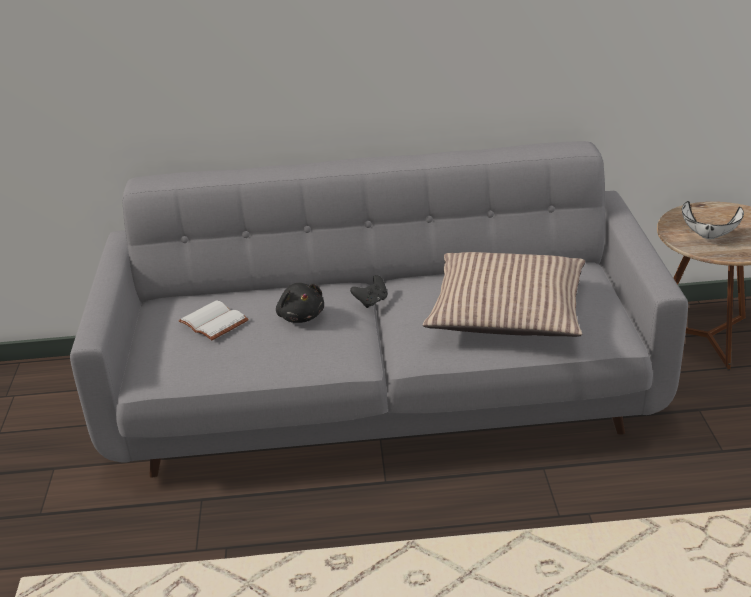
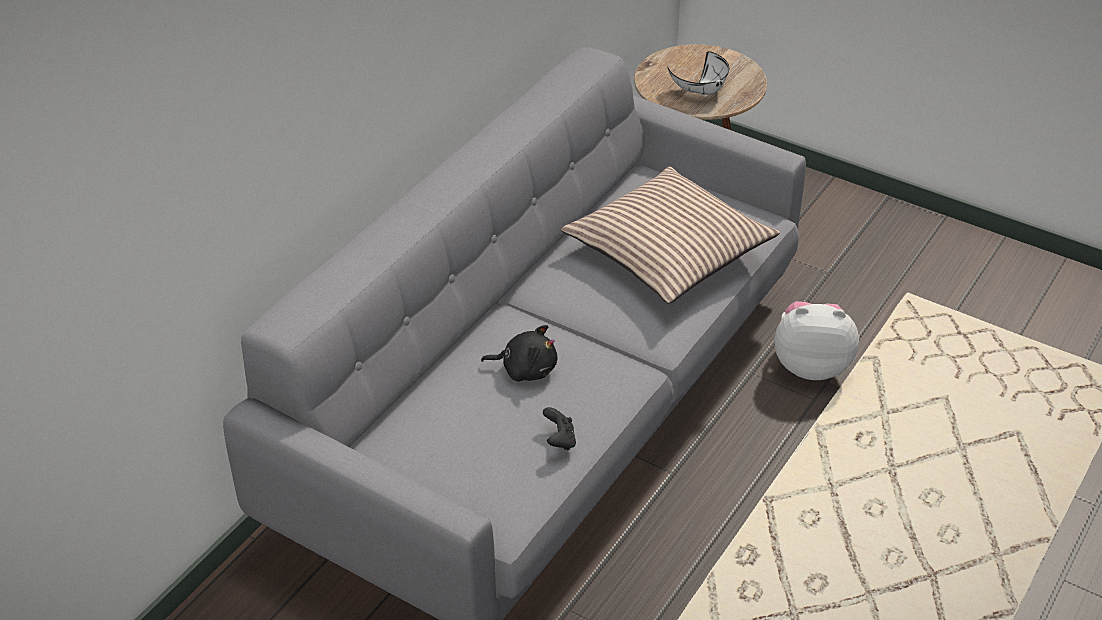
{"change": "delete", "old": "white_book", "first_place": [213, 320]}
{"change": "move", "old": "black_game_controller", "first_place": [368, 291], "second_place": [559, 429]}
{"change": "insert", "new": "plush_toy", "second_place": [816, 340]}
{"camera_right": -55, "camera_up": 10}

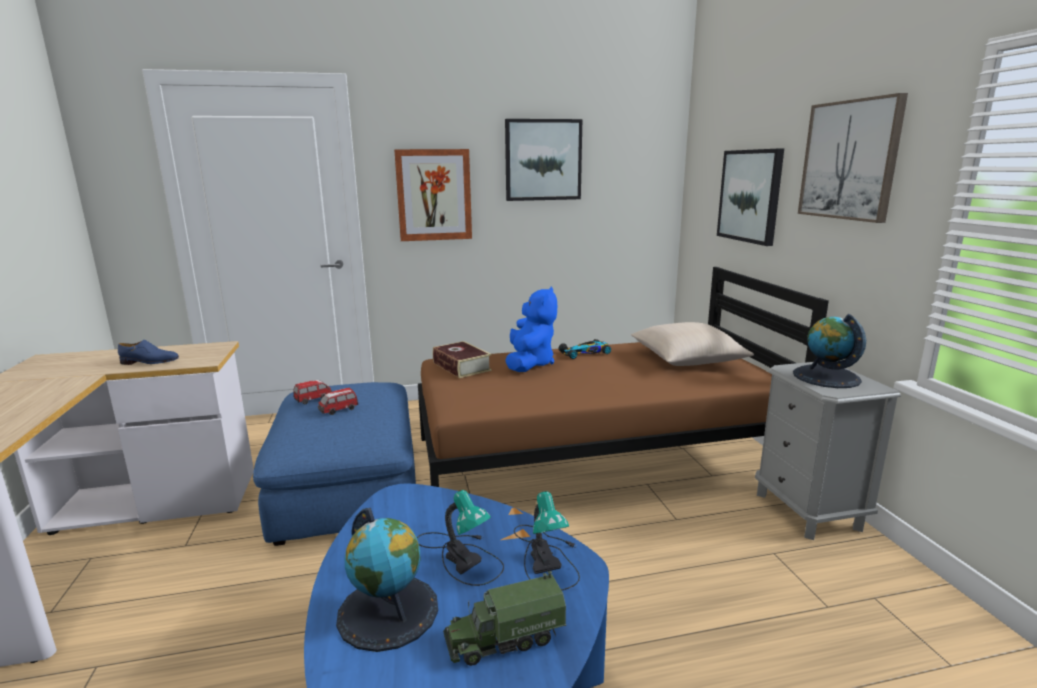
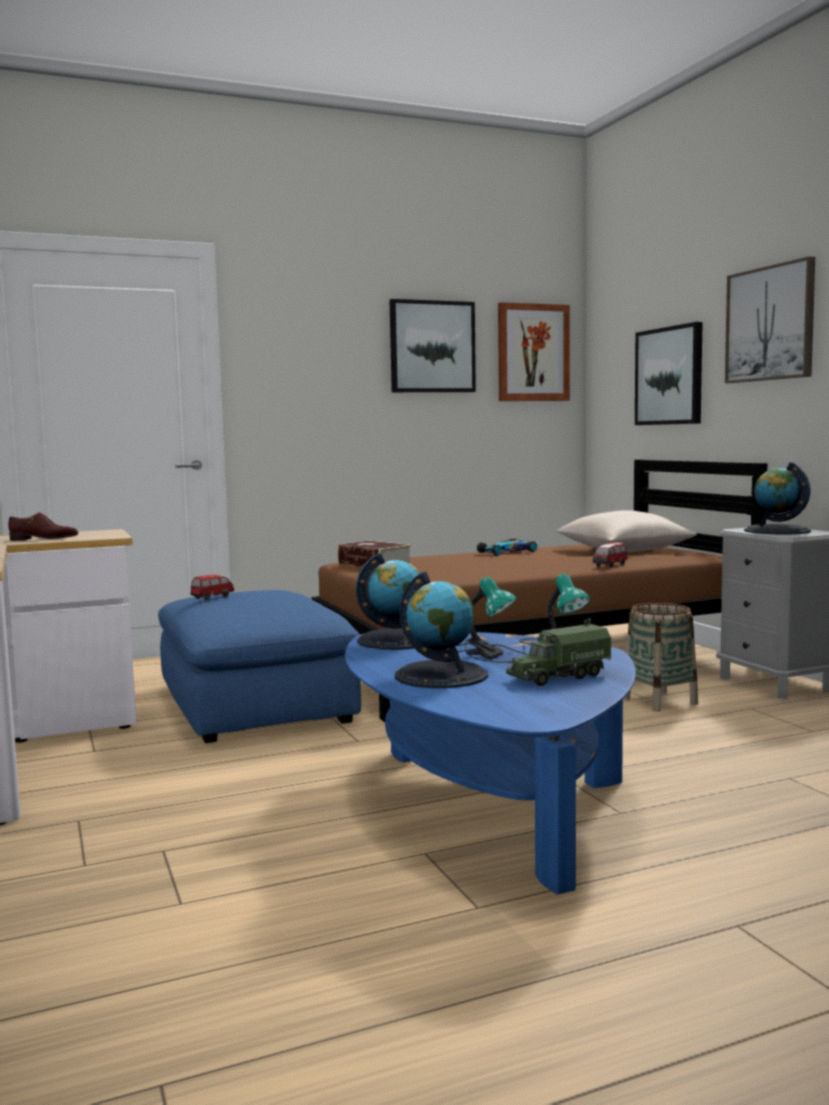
{"change": "recolor", "old": "blue_shoe", "new": "brown_shoe", "first_place": [148, 352], "second_place": [43, 526]}
{"change": "move", "old": "toy_car", "first_place": [338, 401], "second_place": [609, 554]}
{"change": "move", "old": "picture", "first_place": [433, 195], "second_place": [534, 351]}
{"change": "delete", "old": "blue_plush_toy", "first_place": [531, 329]}
{"change": "insert", "new": "globe", "second_place": [388, 601]}
{"change": "insert", "new": "basket", "second_place": [661, 657]}
{"camera_right": -10, "camera_up": -10}

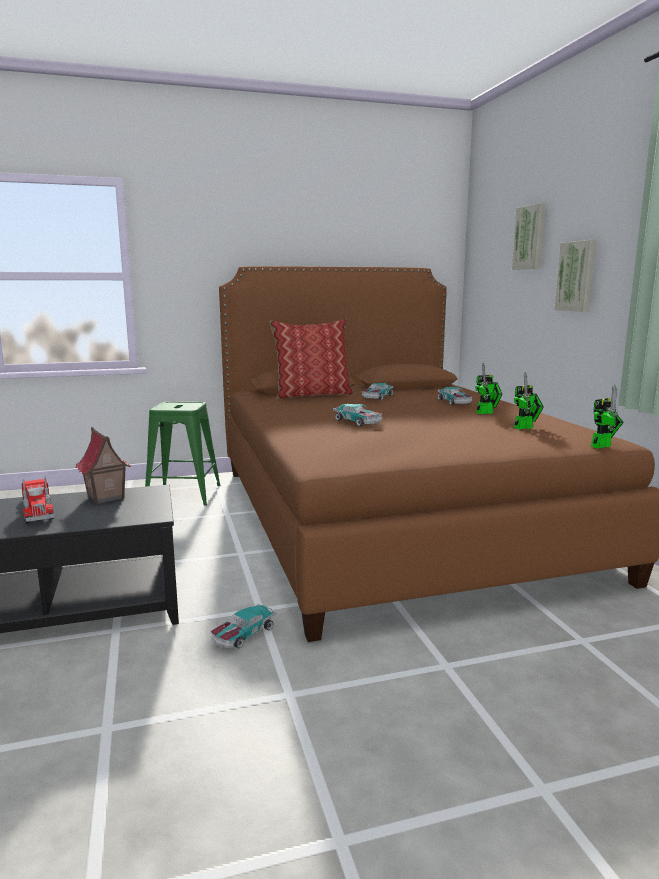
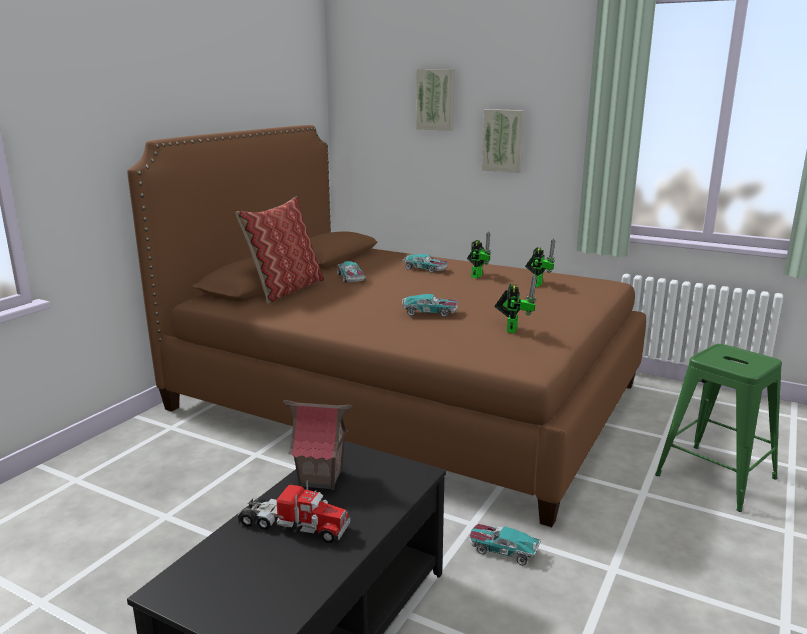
{"change": "move", "old": "green_stool", "first_place": [183, 454], "second_place": [718, 428]}
{"change": "rotate", "old": "toy_car", "first_place": [243, 626], "second_place": [505, 544], "degrees": 120}
{"change": "move", "old": "toy_robot", "first_place": [607, 417], "second_place": [516, 304]}
{"camera_right": -45, "camera_up": 5}

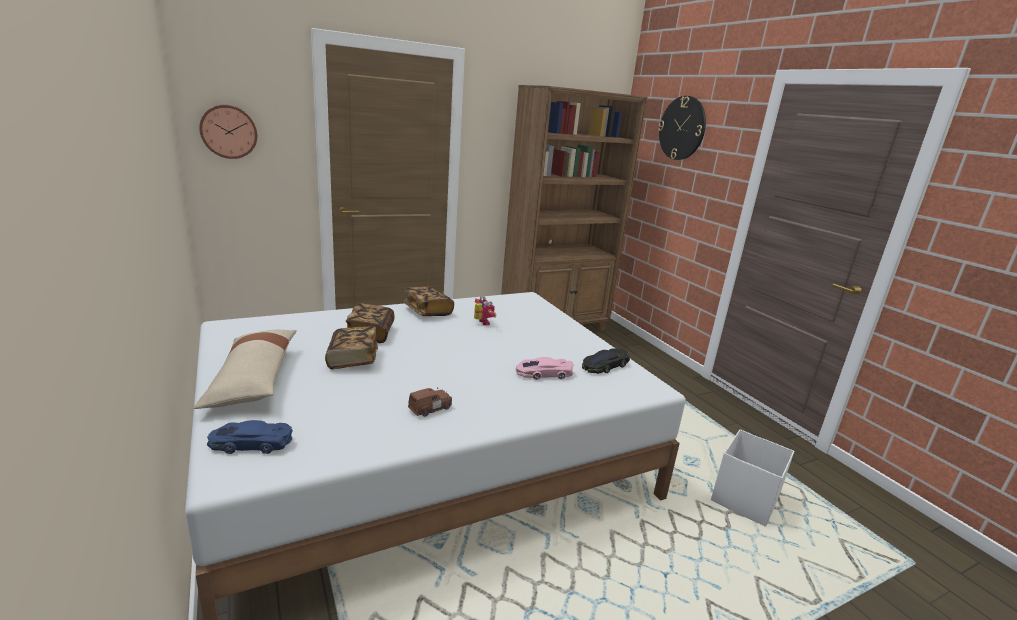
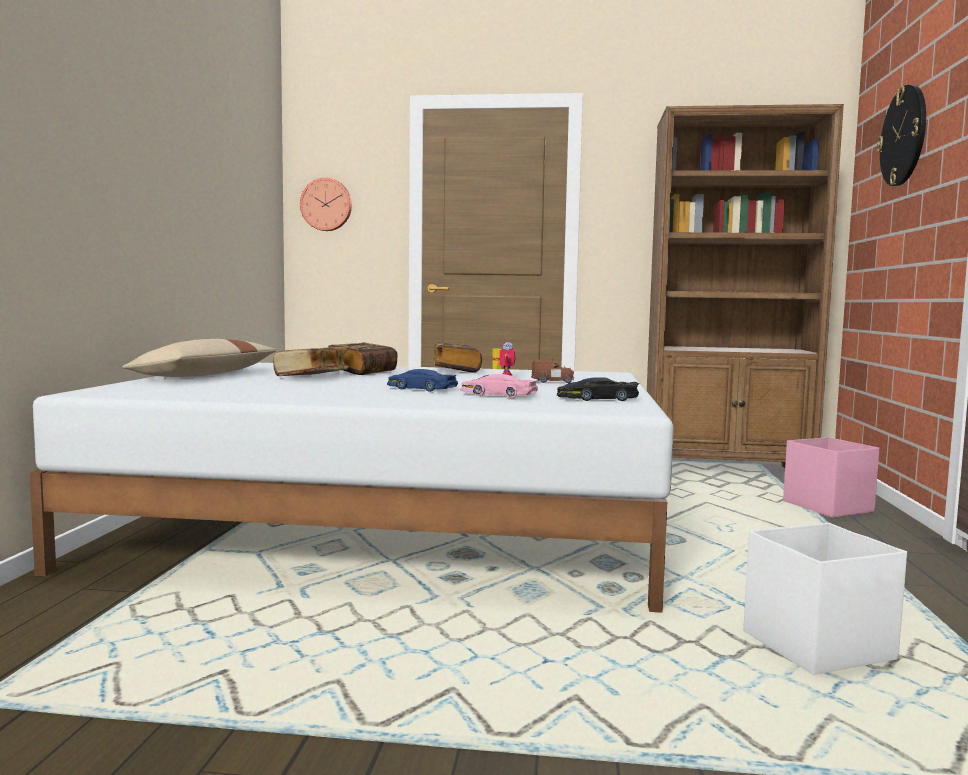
{"change": "move", "old": "blue_toy_car", "first_place": [250, 437], "second_place": [422, 380]}
{"change": "move", "old": "brown_toy_car", "first_place": [430, 402], "second_place": [552, 370]}
{"change": "insert", "new": "pink_storage_box", "second_place": [831, 477]}
{"camera_right": 35, "camera_up": -15}

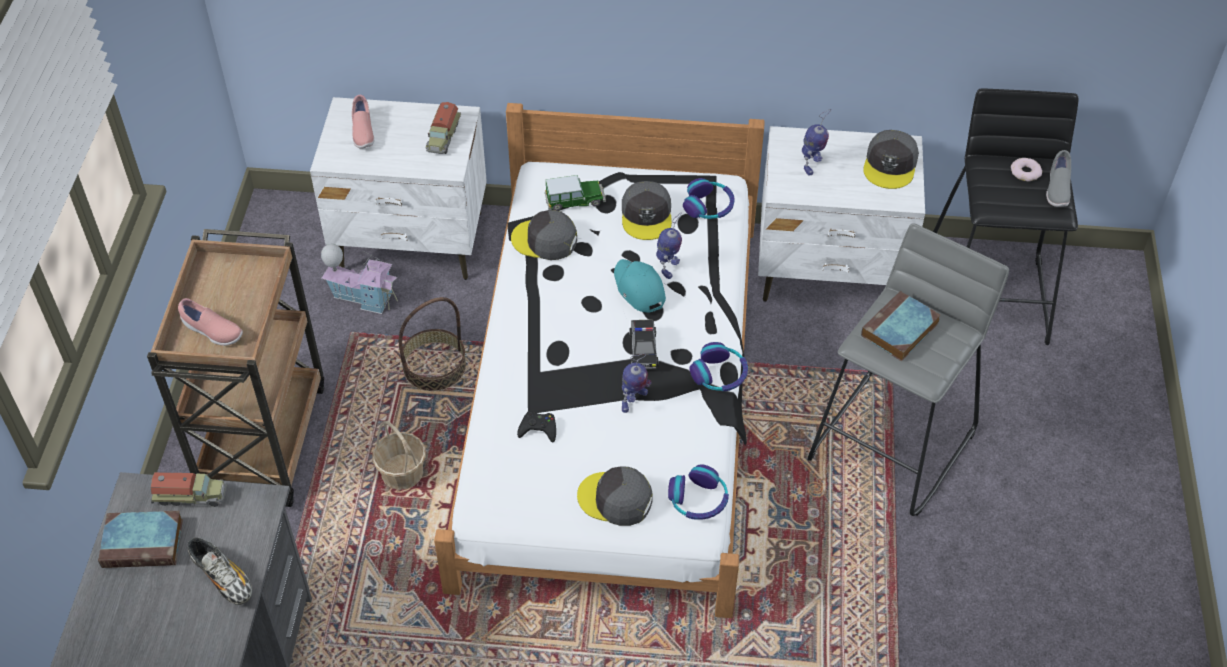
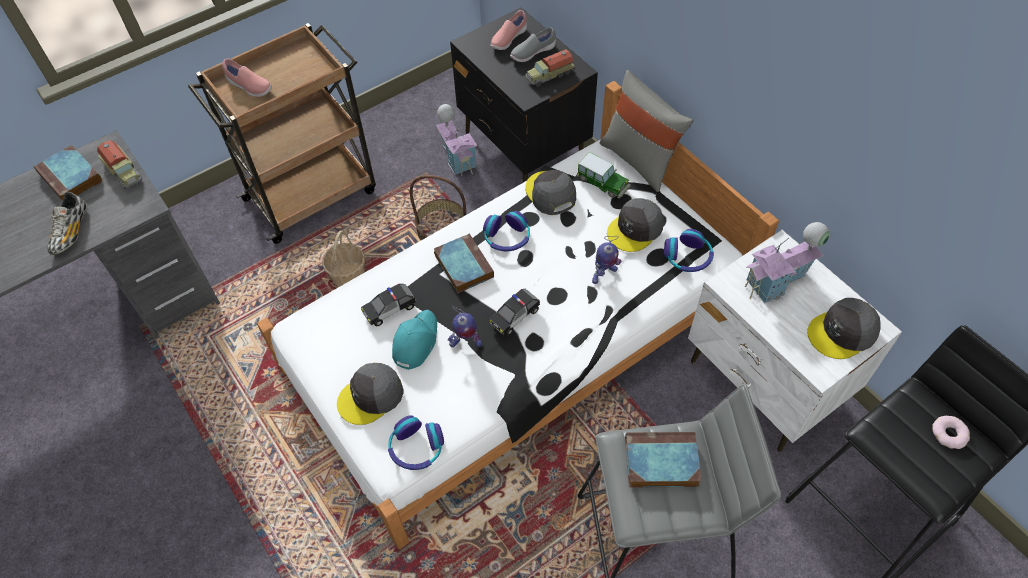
{"change": "rotate", "old": "pink_shoe", "first_place": [210, 322], "second_place": [247, 78], "degrees": -45}
{"change": "recolor", "old": "white_nightstand", "new": "black_nightstand", "first_place": [398, 188], "second_place": [524, 95]}
{"change": "replace", "old": "black_game_controller", "new": "toy_car", "first_place": [536, 427], "second_place": [388, 305]}
{"change": "rotate", "old": "grey_cap", "first_place": [615, 496], "second_place": [370, 394], "degrees": -105}
{"change": "move", "old": "turquoise_cap", "first_place": [640, 286], "second_place": [414, 340]}
{"change": "move", "old": "headphones", "first_place": [718, 366], "second_place": [506, 231]}
{"change": "replace", "old": "toy_robot", "new": "toy_house", "first_place": [816, 142], "second_place": [787, 262]}
{"change": "move", "old": "grey_shoe", "first_place": [1058, 178], "second_place": [533, 44]}
{"change": "insert", "new": "book", "second_place": [464, 263]}
{"change": "insert", "new": "grey_pillow", "second_place": [647, 131]}
{"camera_right": 50, "camera_up": 5}

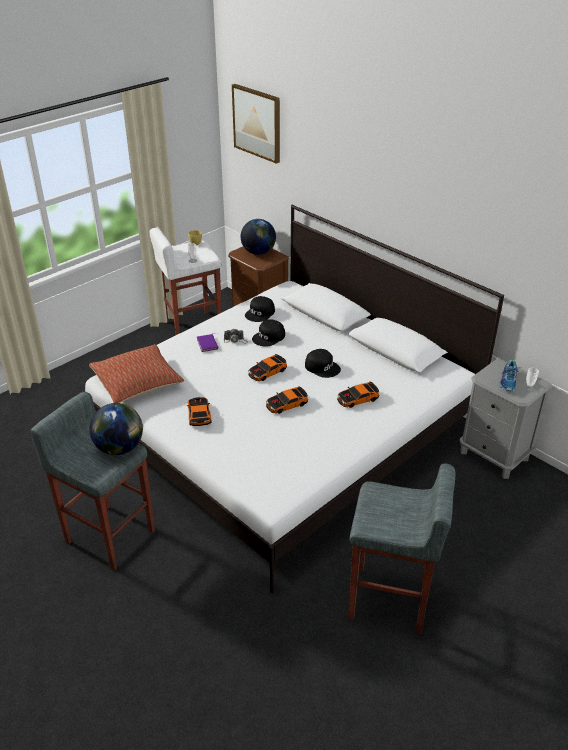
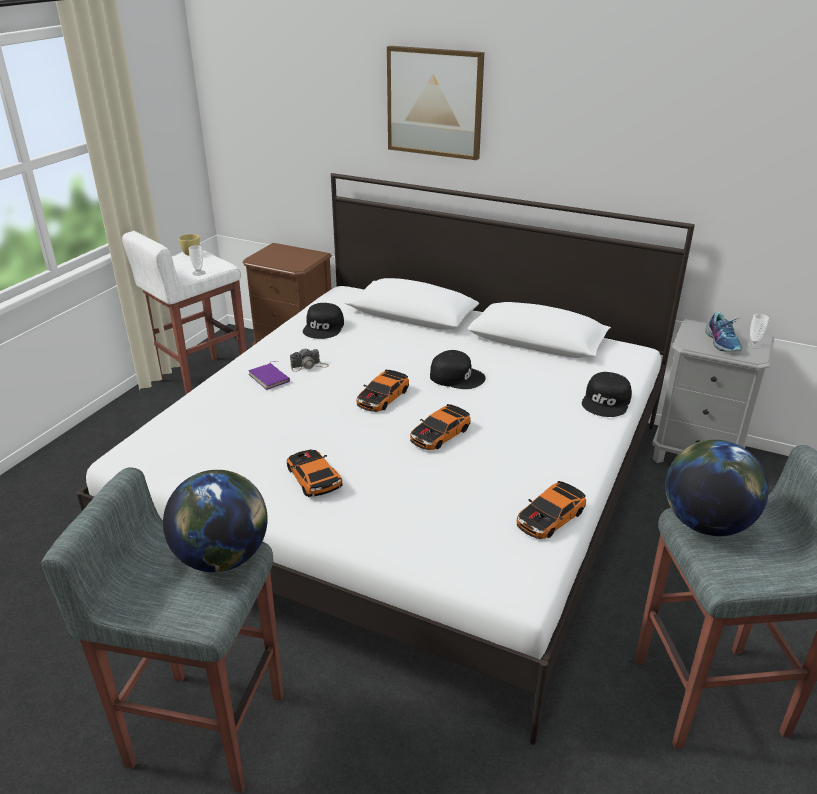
{"change": "delete", "old": "pillow", "first_place": [136, 373]}
{"change": "move", "old": "picture", "first_place": [256, 124], "second_place": [435, 103]}
{"change": "move", "old": "globe", "first_place": [258, 237], "second_place": [717, 488]}
{"change": "move", "old": "black_cap", "first_place": [268, 333], "second_place": [607, 394]}
{"change": "move", "old": "toy_car", "first_place": [358, 395], "second_place": [551, 510]}
{"camera_right": -20, "camera_up": -5}

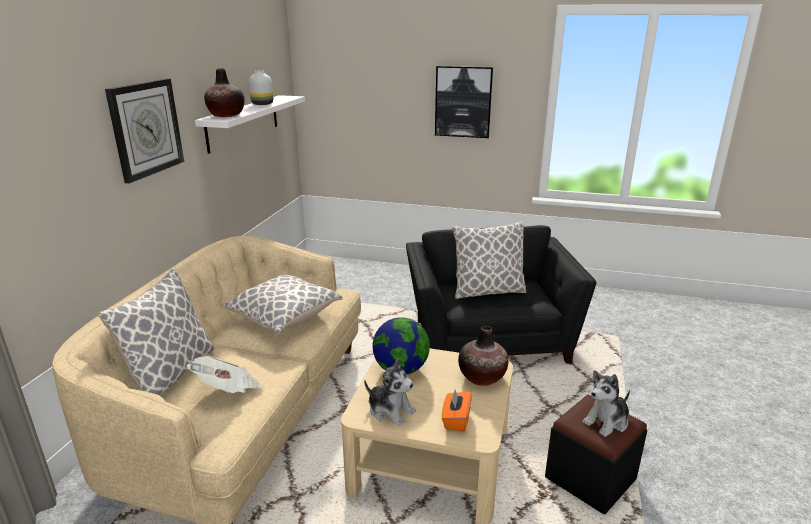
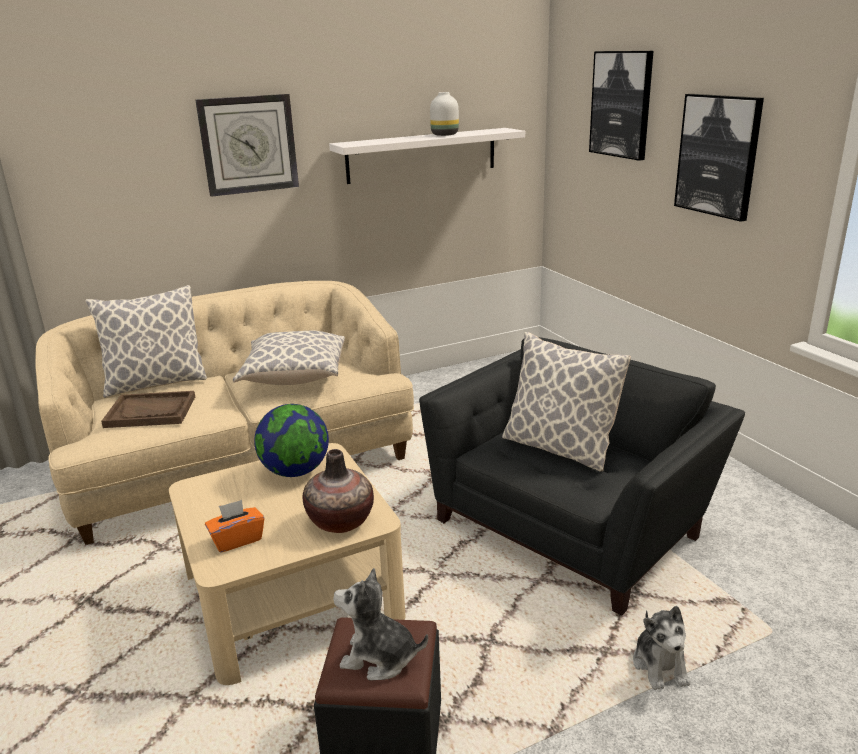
{"change": "replace", "old": "newspaper", "new": "brown_tray", "first_place": [225, 374], "second_place": [148, 409]}
{"change": "delete", "old": "vase", "first_place": [224, 92]}
{"change": "move", "old": "plush_toy", "first_place": [390, 392], "second_place": [661, 648]}
{"change": "insert", "new": "picture", "second_place": [621, 106]}
{"camera_right": 50, "camera_up": 0}

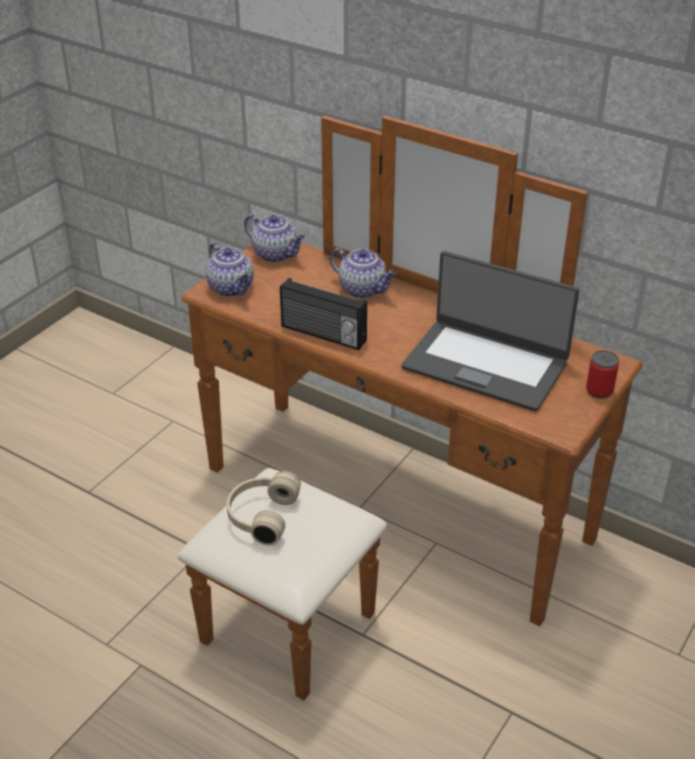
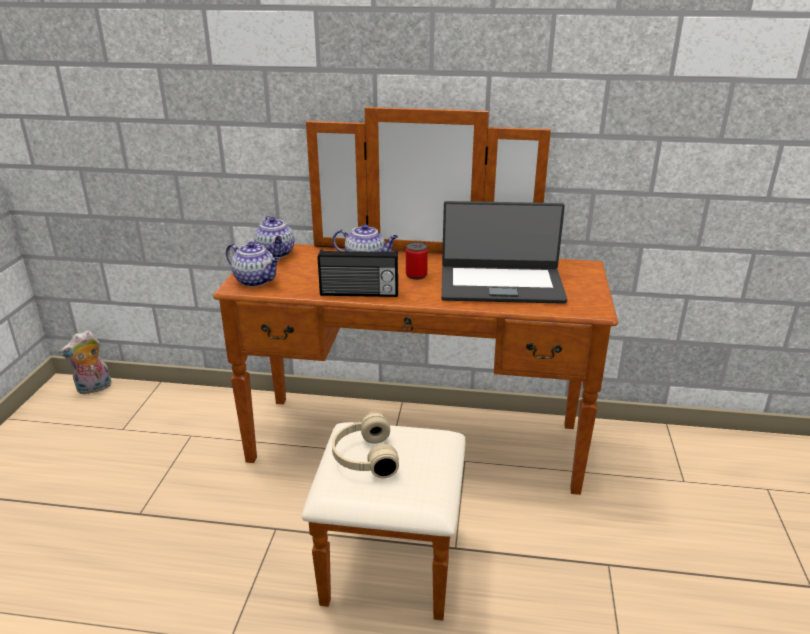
{"change": "rotate", "old": "teapot", "first_place": [274, 238], "second_place": [274, 237], "degrees": 60}
{"change": "move", "old": "can", "first_place": [602, 375], "second_place": [417, 261]}
{"change": "insert", "new": "plush_toy", "second_place": [85, 362]}
{"camera_right": -25, "camera_up": -10}

